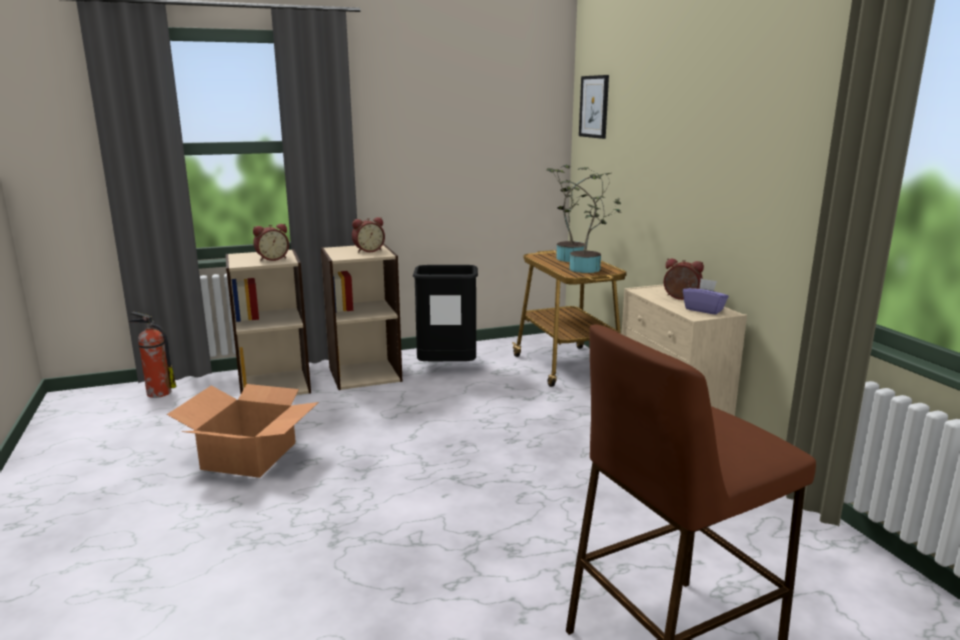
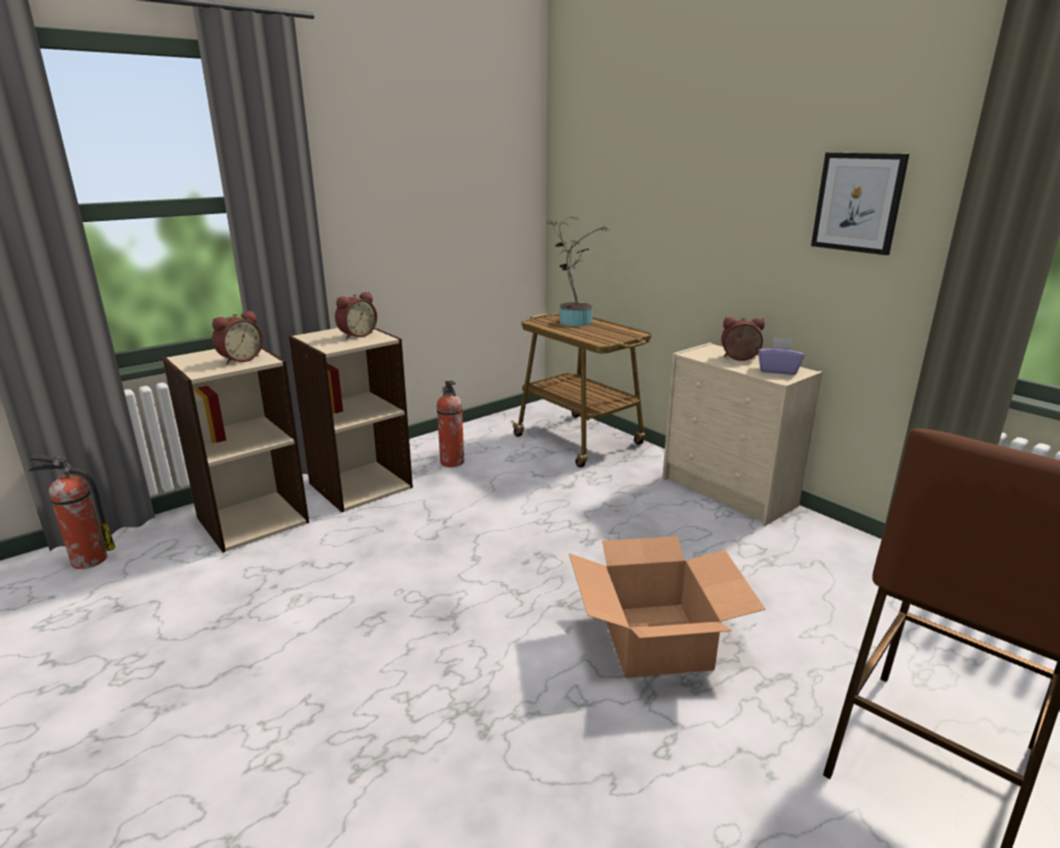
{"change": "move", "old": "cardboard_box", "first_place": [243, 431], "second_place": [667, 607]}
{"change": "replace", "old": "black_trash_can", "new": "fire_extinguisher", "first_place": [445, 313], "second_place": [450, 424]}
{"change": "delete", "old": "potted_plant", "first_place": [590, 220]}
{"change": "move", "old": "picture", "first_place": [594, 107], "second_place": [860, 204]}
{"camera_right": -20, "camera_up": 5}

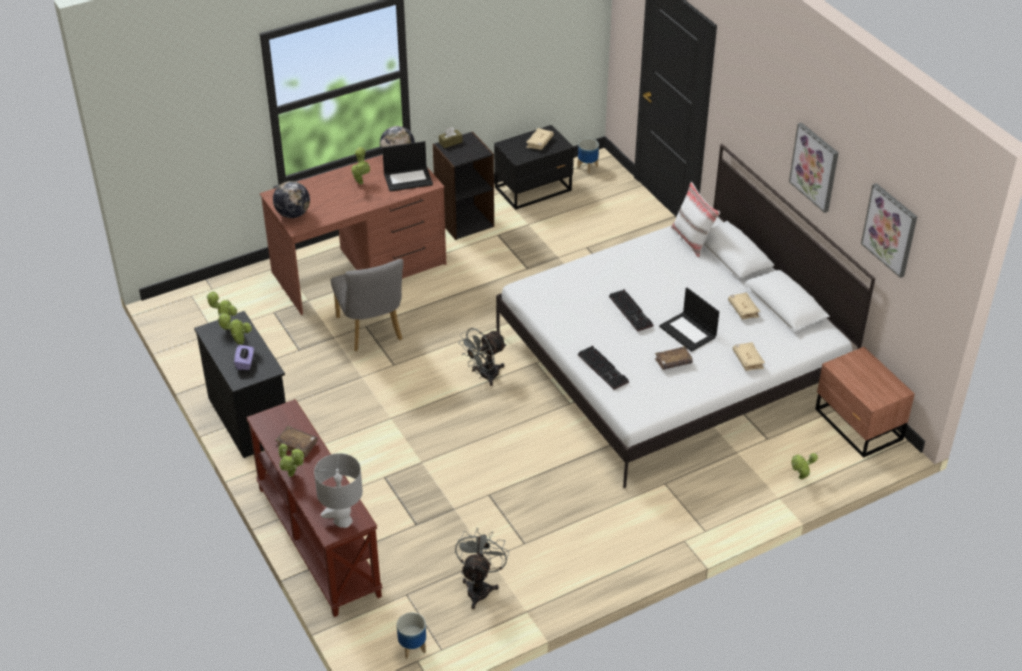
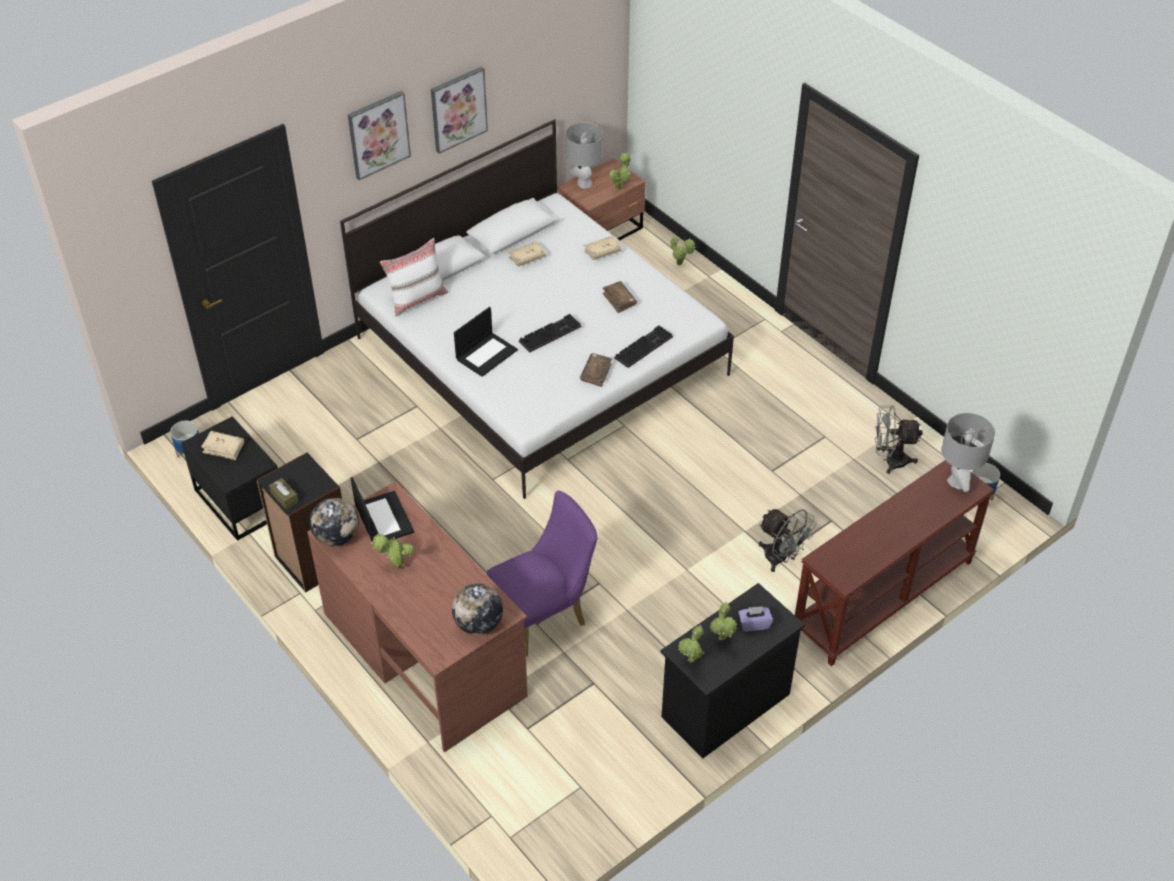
{"change": "move", "old": "brown_book", "first_place": [296, 442], "second_place": [596, 370]}
{"change": "move", "old": "potted_plant", "first_place": [291, 460], "second_place": [620, 172]}
{"change": "recolor", "old": "grey_chair", "new": "purple_chair", "first_place": [367, 305], "second_place": [542, 573]}
{"change": "move", "old": "grey_fan", "first_place": [483, 357], "second_place": [787, 540]}
{"change": "move", "old": "laptop", "first_place": [689, 320], "second_place": [486, 342]}
{"change": "move", "old": "picture", "first_place": [889, 230], "second_place": [379, 135]}
{"change": "insert", "new": "grey_table_lamp", "second_place": [584, 155]}
{"camera_right": -100, "camera_up": 5}

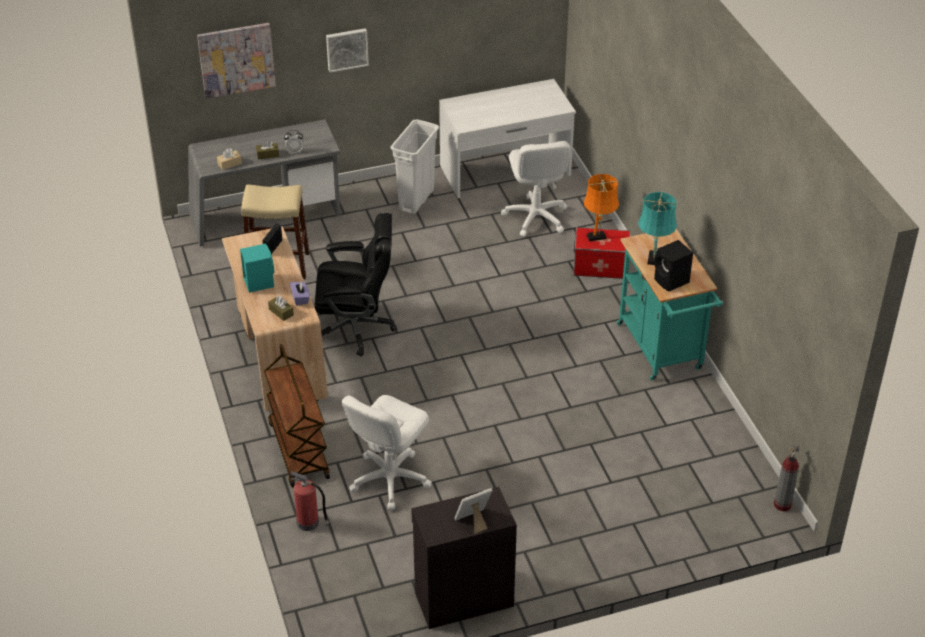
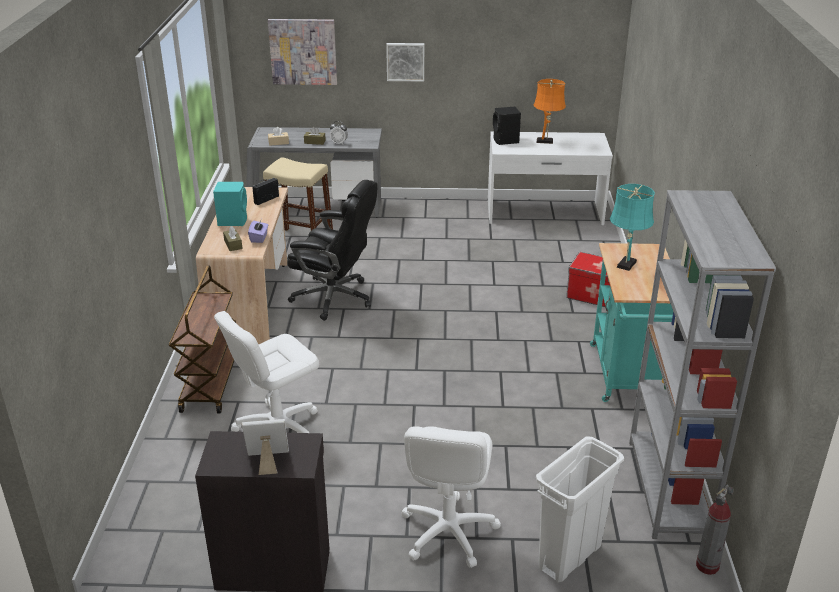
{"change": "delete", "old": "fire_extinguisher", "first_place": [309, 501]}
{"change": "move", "old": "white_trash_can", "first_place": [415, 166], "second_place": [580, 509]}
{"change": "move", "old": "white_office_chair", "first_place": [535, 189], "second_place": [451, 497]}
{"change": "move", "old": "orange_table_lamp", "first_place": [601, 208], "second_place": [550, 111]}
{"change": "move", "old": "black_speaker", "first_place": [673, 265], "second_place": [507, 126]}
{"change": "insert", "new": "grey_bookcase", "second_place": [702, 364]}
{"camera_right": 20, "camera_up": -10}

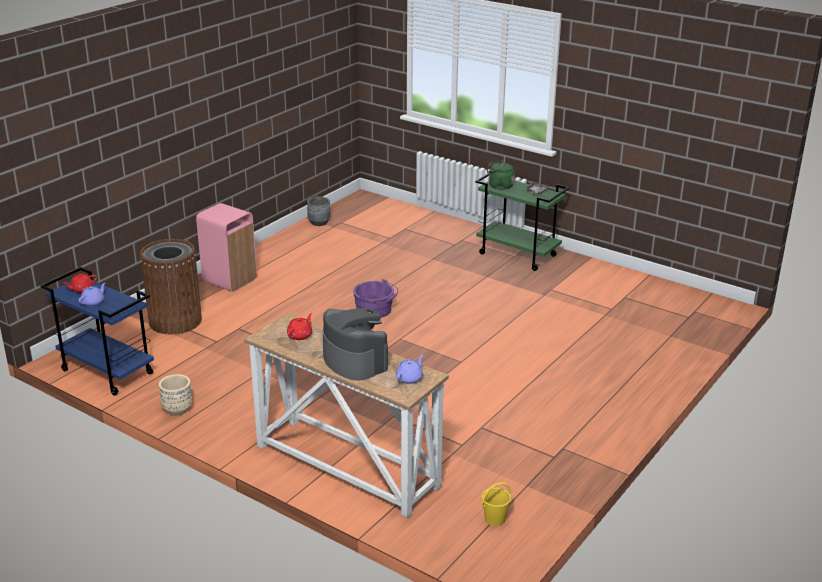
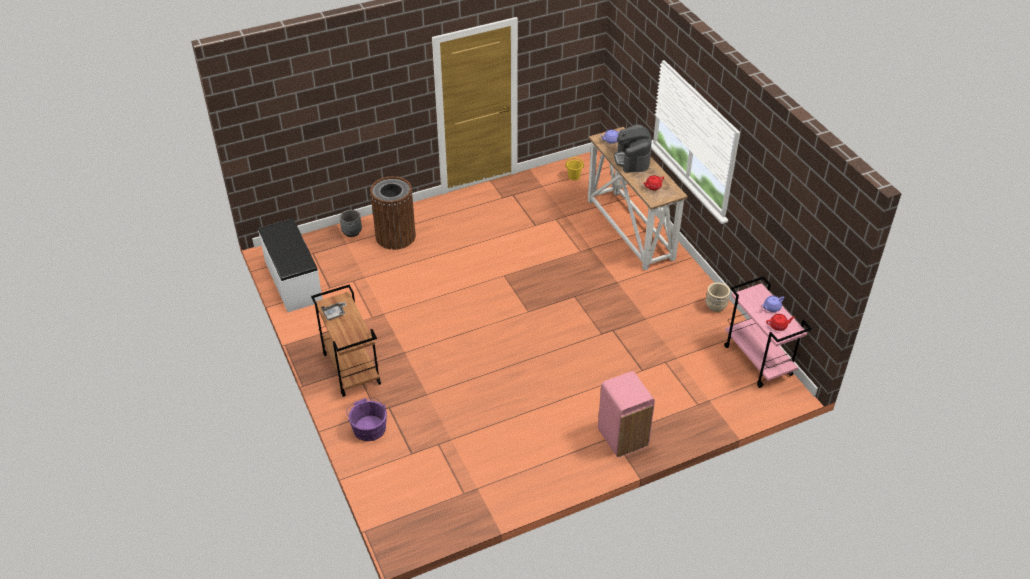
{"change": "recolor", "old": "blue_cart", "new": "pink_cart", "first_place": [97, 331], "second_place": [768, 332]}
{"change": "move", "old": "brown_trash_can", "first_place": [171, 287], "second_place": [393, 213]}
{"change": "move", "old": "grey_planter", "first_place": [318, 211], "second_place": [350, 223]}
{"change": "move", "old": "purple_bucket", "first_place": [375, 298], "second_place": [366, 419]}
{"change": "recolor", "old": "green_cart", "new": "brown_cart", "first_place": [522, 222], "second_place": [346, 341]}
{"change": "delete", "old": "green_kettle", "first_place": [501, 175]}
{"change": "insert", "new": "white_bench", "second_place": [290, 265]}
{"camera_right": -150, "camera_up": 15}

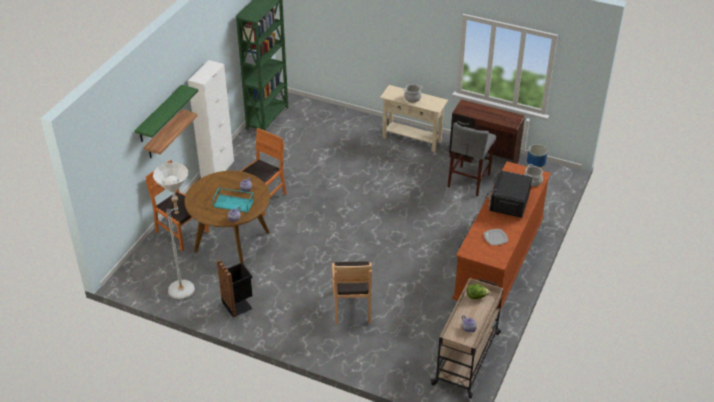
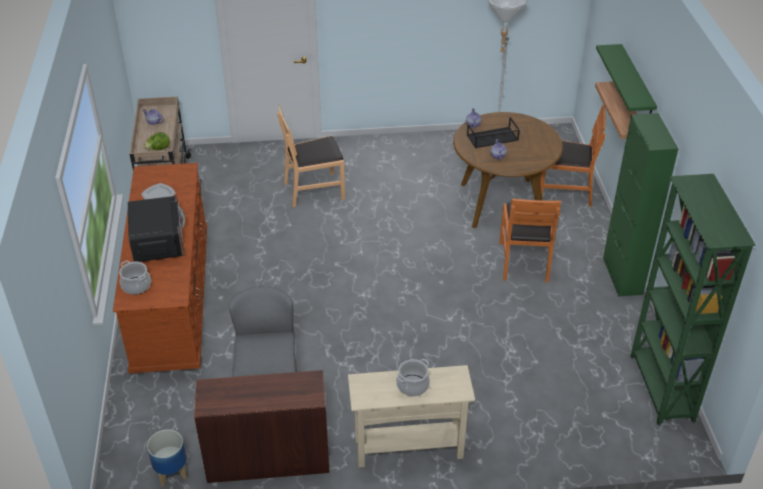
{"change": "recolor", "old": "white_cabinet", "new": "green_cabinet", "first_place": [211, 119], "second_place": [640, 205]}
{"change": "recolor", "old": "turquoise_tray", "new": "black_tray", "first_place": [233, 199], "second_place": [493, 132]}
{"change": "delete", "old": "black_trash_can", "first_place": [235, 288]}
{"change": "rotate", "old": "brown_chair", "first_place": [352, 293], "second_place": [311, 156], "degrees": -75}
{"camera_right": 150, "camera_up": 0}

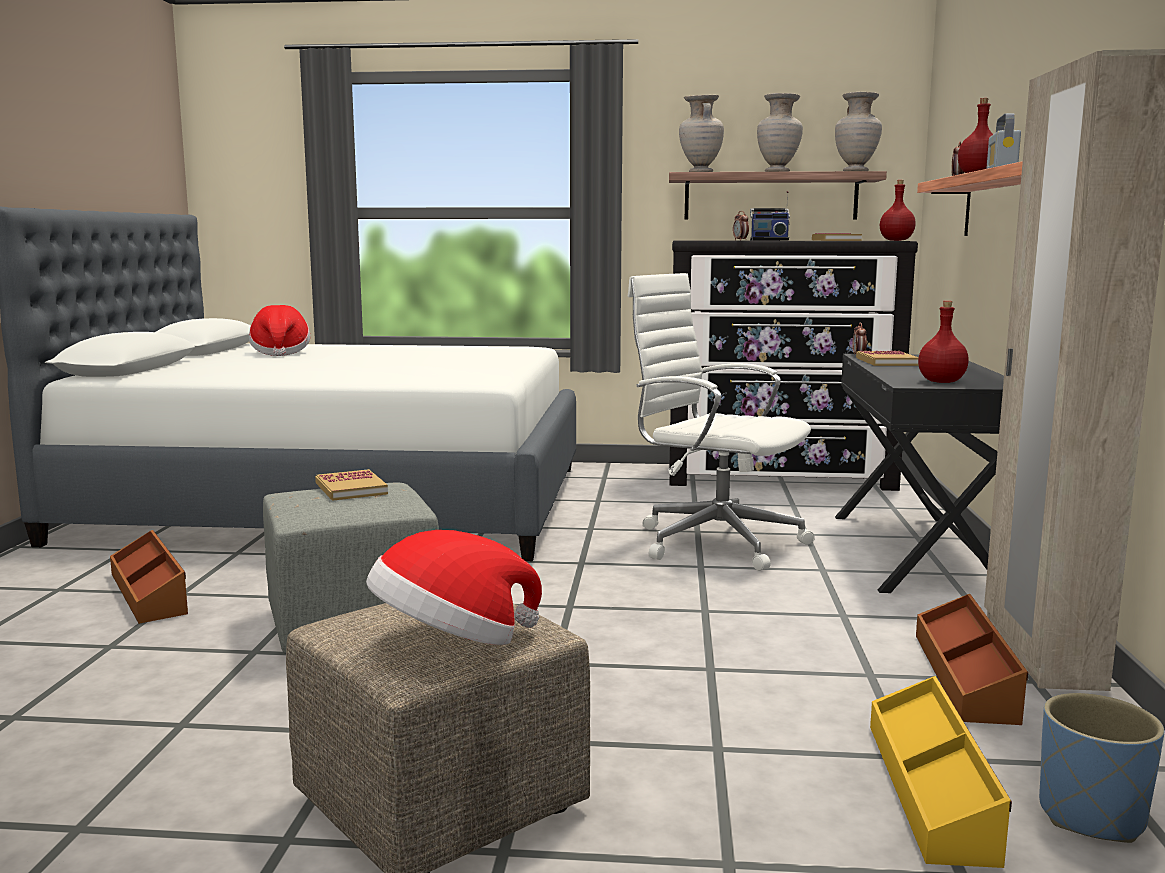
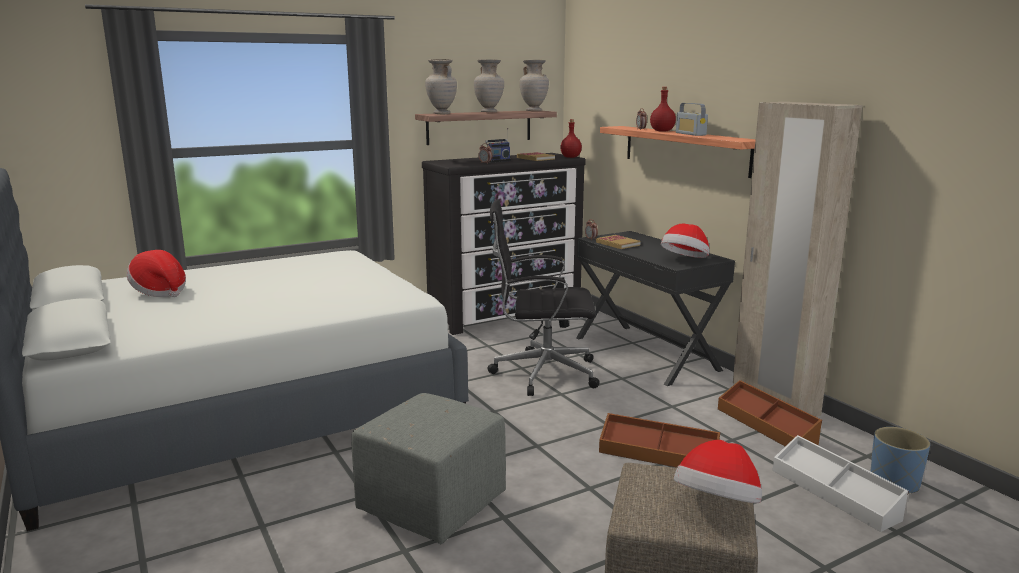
{"change": "move", "old": "brown_storage_box", "first_place": [149, 577], "second_place": [659, 440]}
{"change": "delete", "old": "book", "first_place": [351, 485]}
{"change": "recolor", "old": "white_office_chair", "new": "black_office_chair", "first_place": [721, 422], "second_place": [544, 297]}
{"change": "recolor", "old": "yellow_storage_box", "new": "white_storage_box", "first_place": [941, 772], "second_place": [841, 483]}
{"change": "replace", "old": "red_bottle", "new": "hat", "first_place": [943, 342], "second_place": [685, 241]}
{"camera_right": -35, "camera_up": 5}

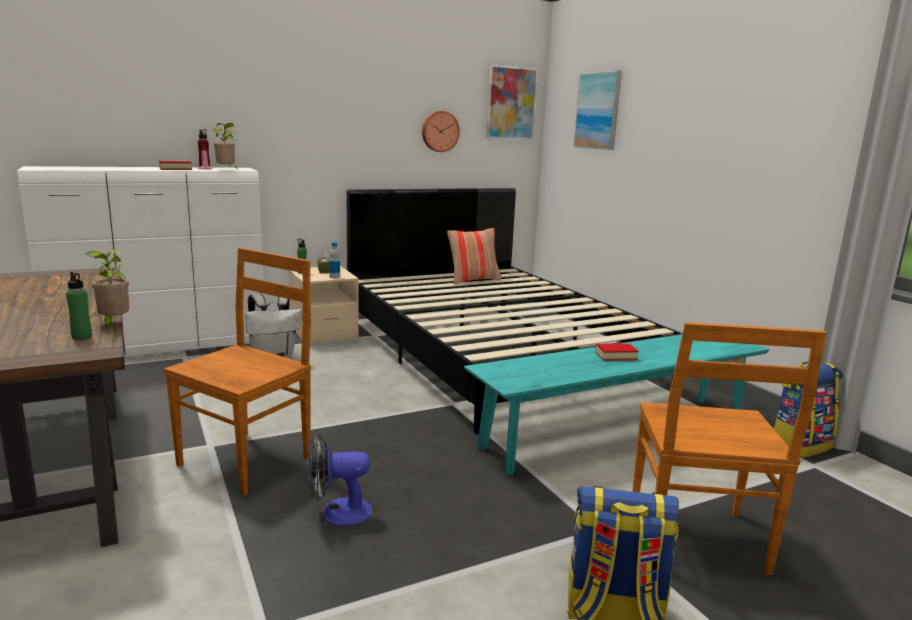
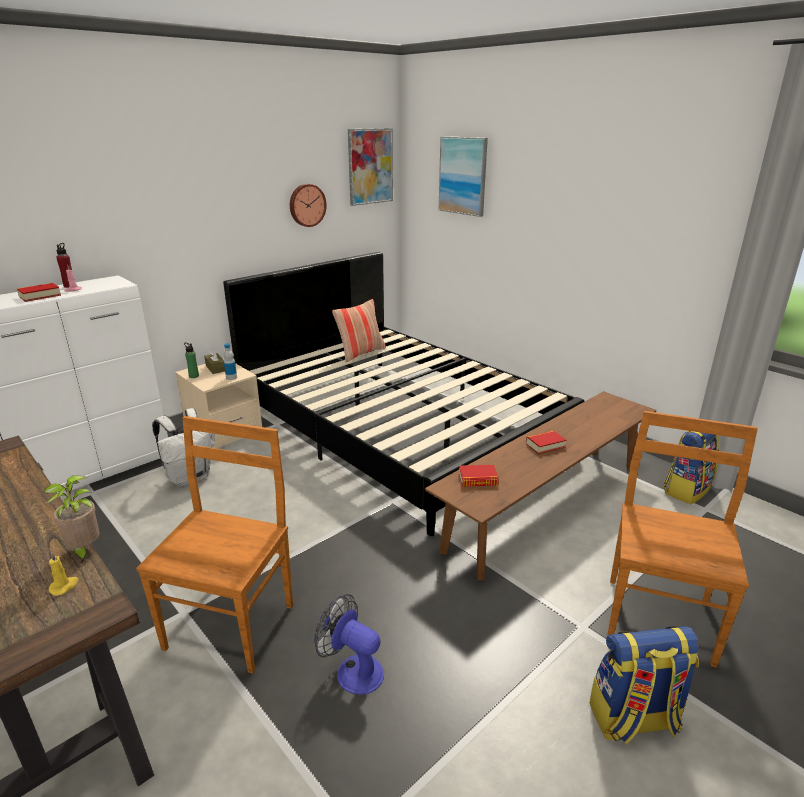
{"change": "replace", "old": "green_bottle", "new": "yellow_candle", "first_place": [79, 306], "second_place": [64, 574]}
{"change": "delete", "old": "potted_plant", "first_place": [225, 145]}
{"change": "rotate", "old": "fan", "first_place": [339, 479], "second_place": [349, 644], "degrees": 60}
{"change": "recolor", "old": "turquoise_bench", "new": "brown_bench", "first_place": [616, 404], "second_place": [541, 486]}
{"change": "rotate", "old": "brown_chair", "first_place": [729, 448], "second_place": [682, 539], "degrees": -150}
{"change": "insert", "new": "book", "second_place": [479, 476]}
{"camera_right": -15, "camera_up": 10}

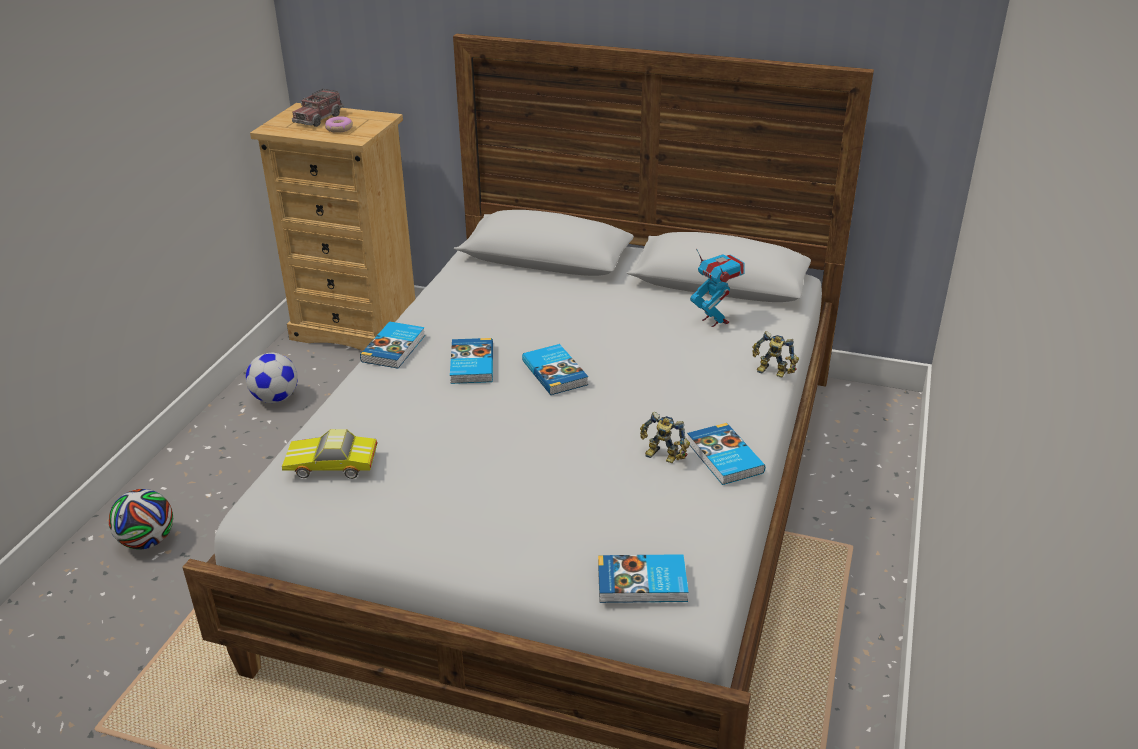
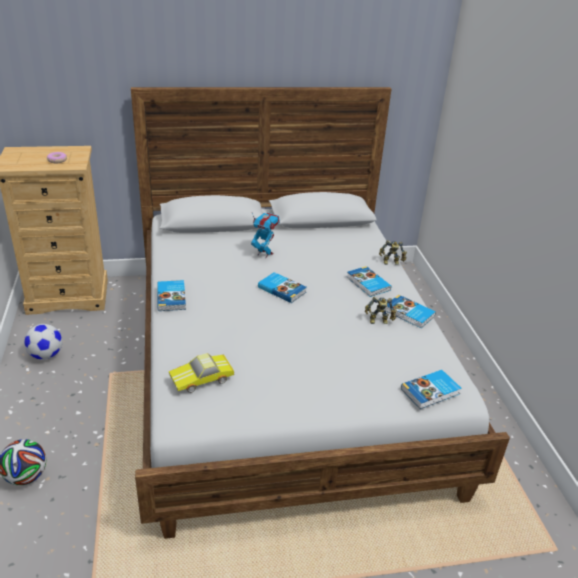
{"change": "delete", "old": "toy_truck", "first_place": [318, 108]}
{"change": "move", "old": "book", "first_place": [471, 361], "second_place": [369, 281]}
{"change": "move", "old": "toy_robot", "first_place": [717, 288], "second_place": [265, 235]}
{"camera_right": -30, "camera_up": 0}

